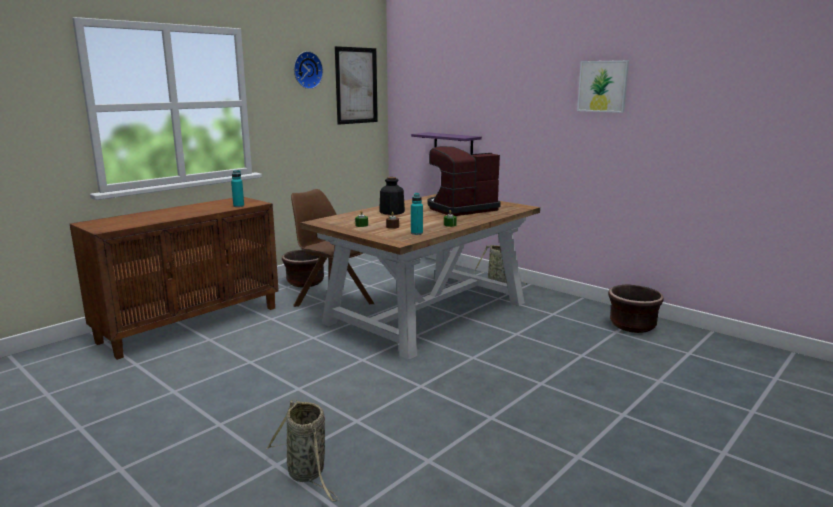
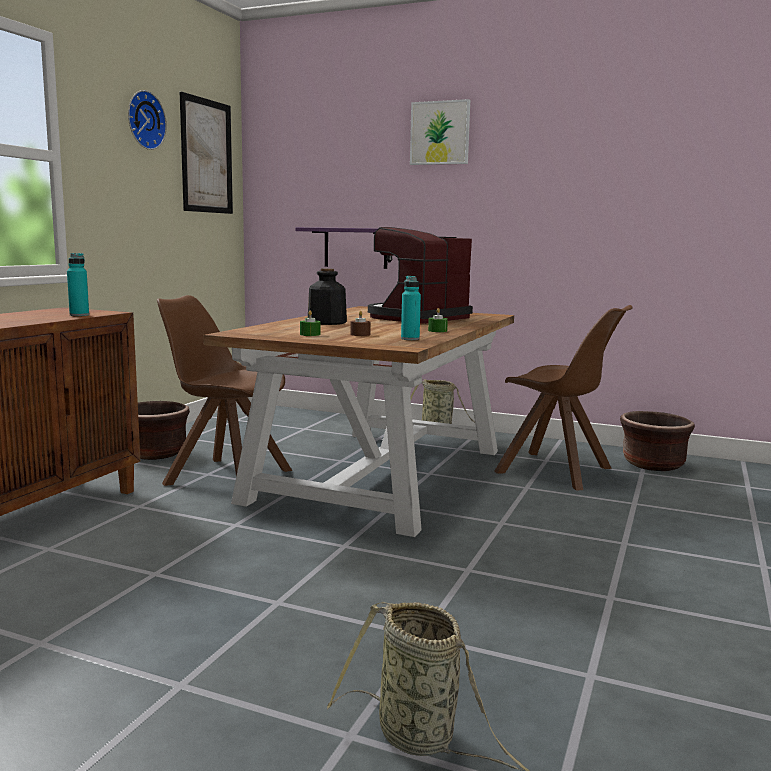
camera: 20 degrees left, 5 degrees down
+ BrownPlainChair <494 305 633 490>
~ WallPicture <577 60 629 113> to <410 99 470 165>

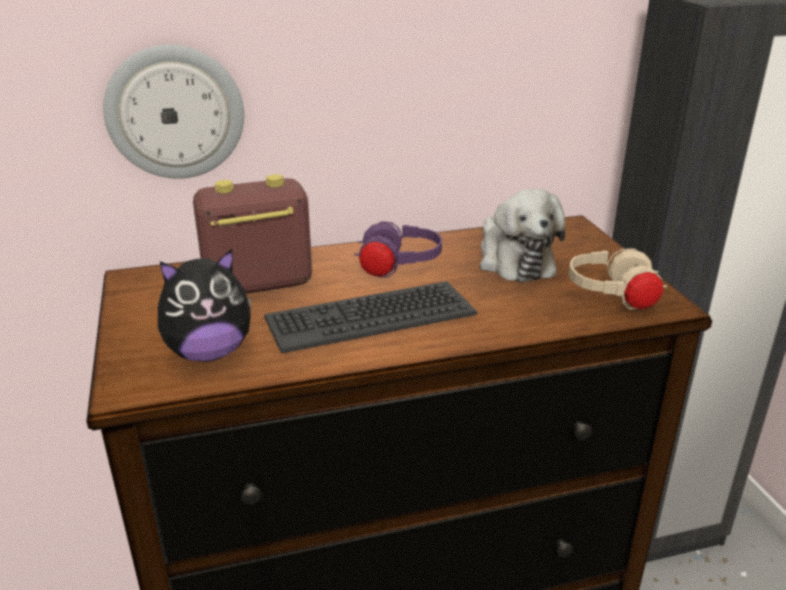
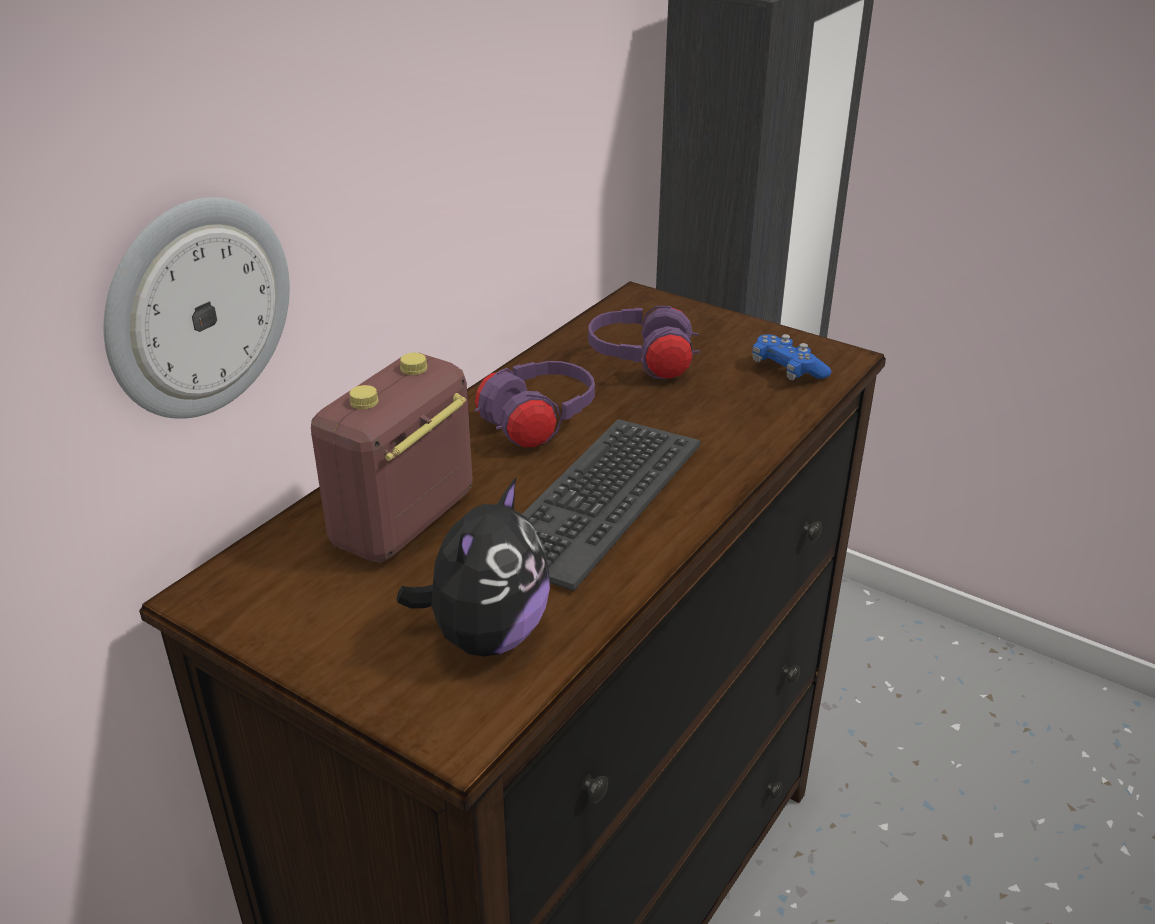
camera: 40 degrees left, 5 degrees up
~ PlushToy <480 189 565 282> to PurpleHeadset <588 306 700 379>
~ SandColouredHeadset <569 249 667 309> to BlueGamepad <752 334 831 380>

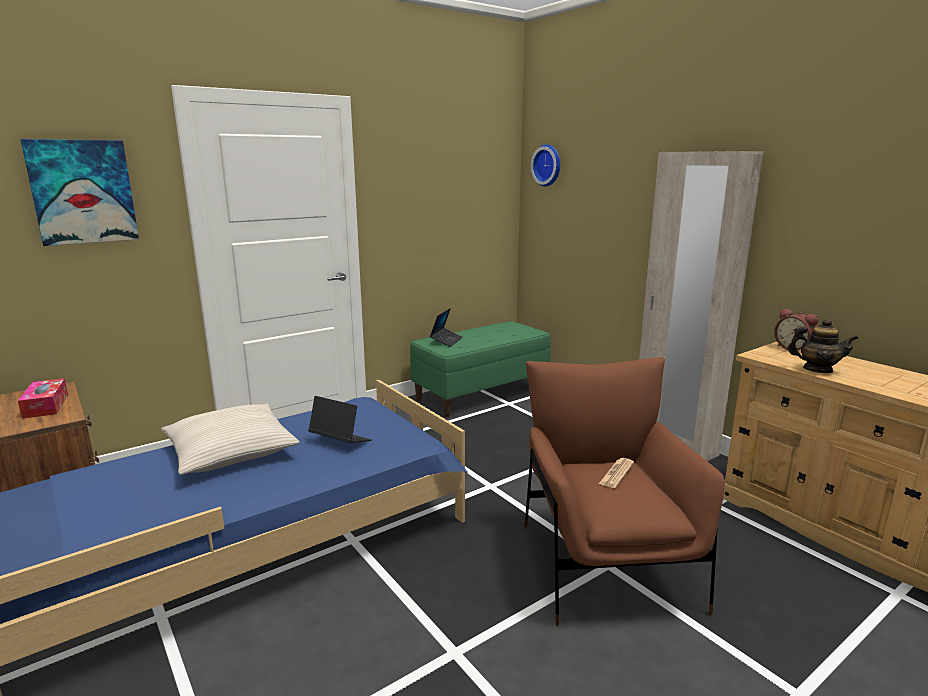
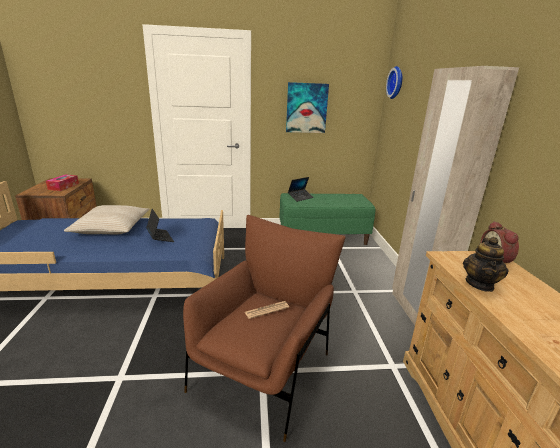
camera: 30 degrees right, 5 degrees up
~ WallPicture <20 139 139 246> to <286 82 329 133>
~ TeaPot <788 318 859 373> = <463 237 509 292> 60 degrees clockwise

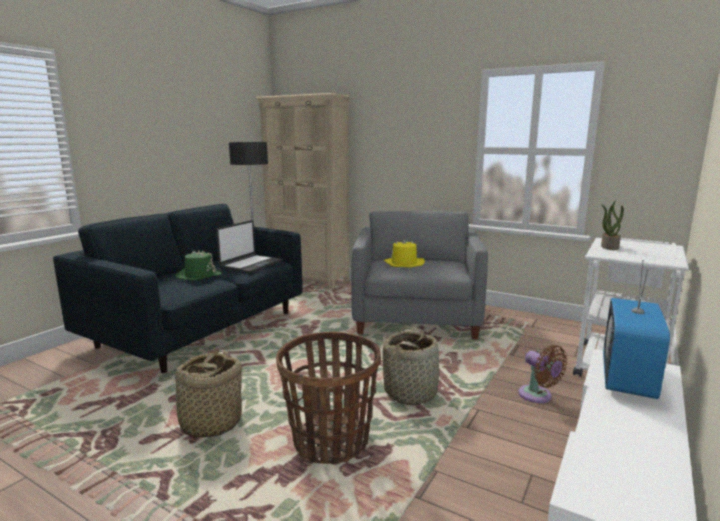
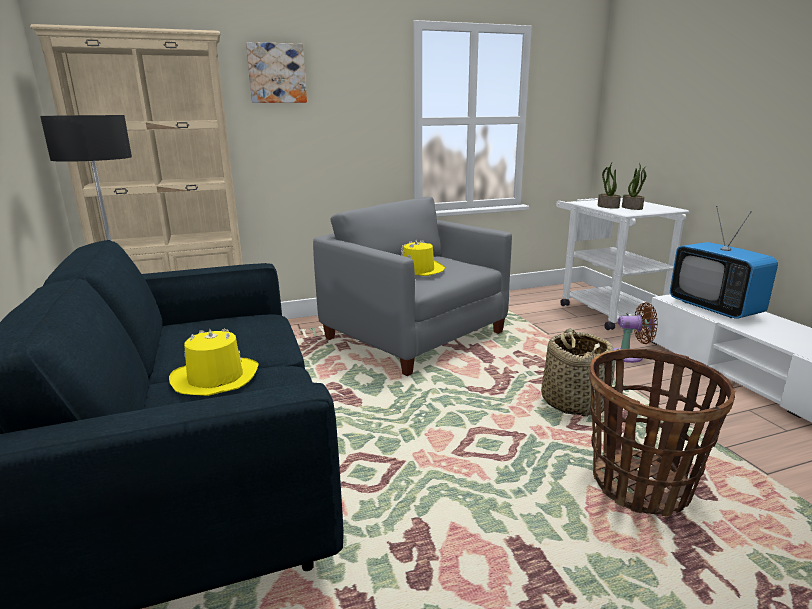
camera: 50 degrees left, 5 degrees up
- HouseholdBasket <163 350 245 438>
- NotebookComputer <216 220 283 273>
+ WallPicture <246 42 307 103>
+ PottedPlant <622 163 646 210>
~ GreenColouredHat <175 250 222 281> to YellowColouredHat <169 329 259 396>

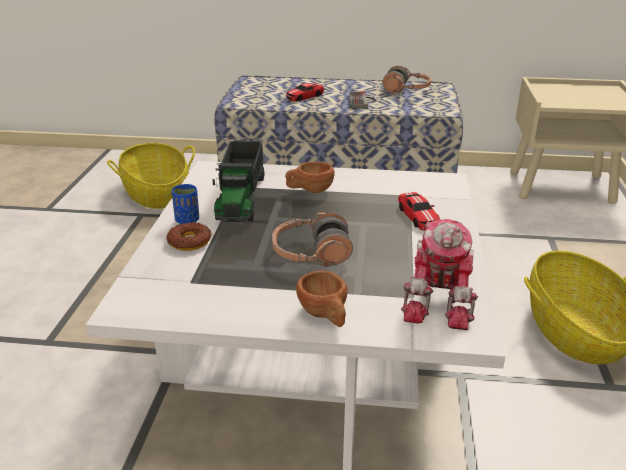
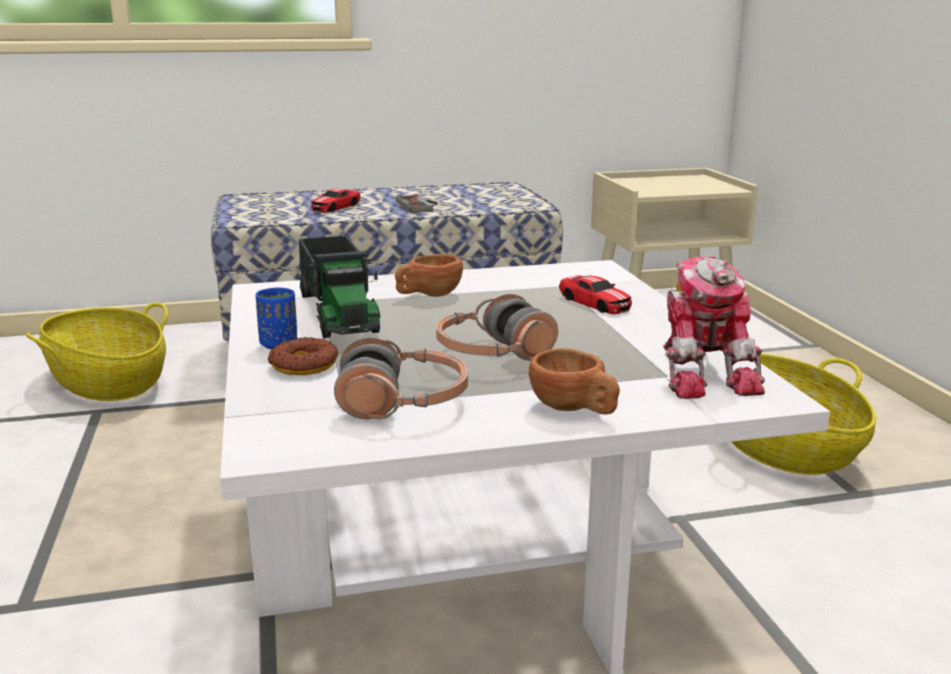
camera: 20 degrees left, 10 degrees down
~ Headset <382 66 431 93> to <334 338 468 419>

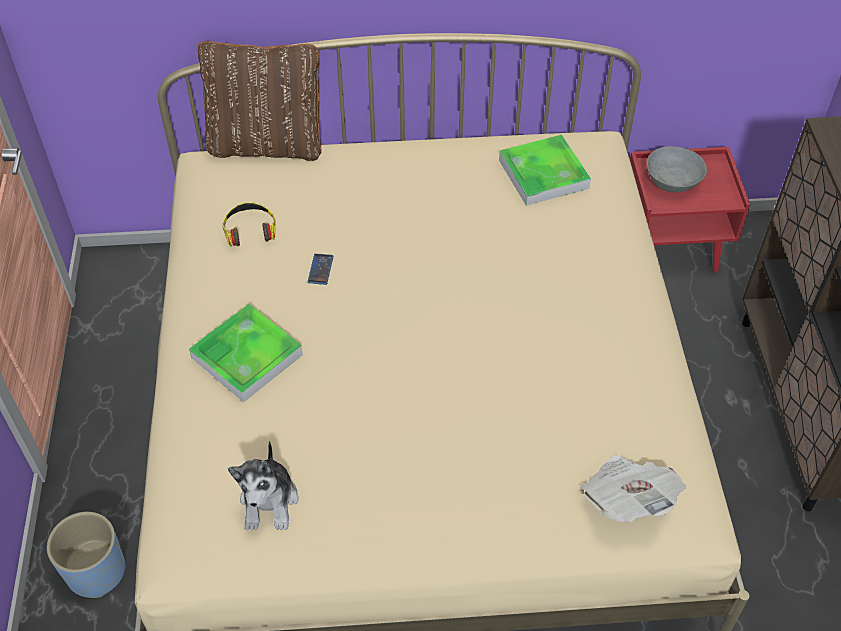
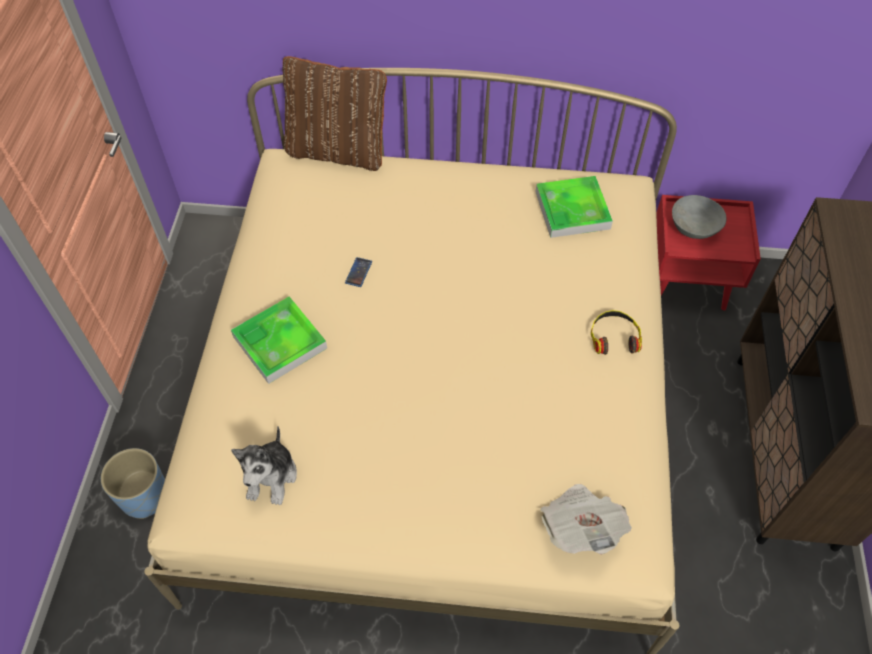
camera: 10 degrees right, 5 degrees up
~ Headset <222 202 276 246> to <591 310 642 355>

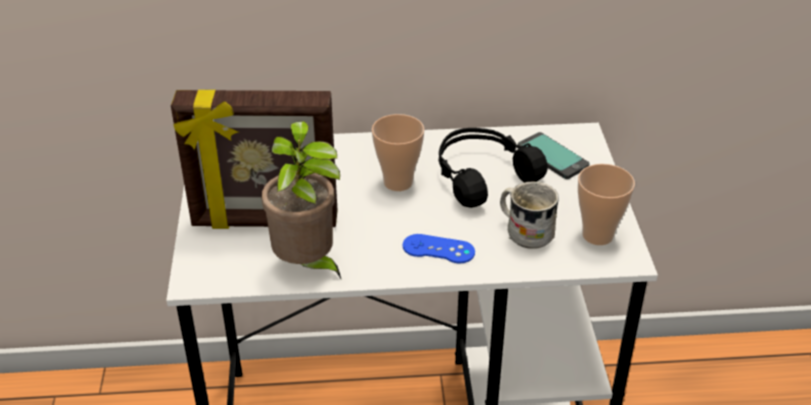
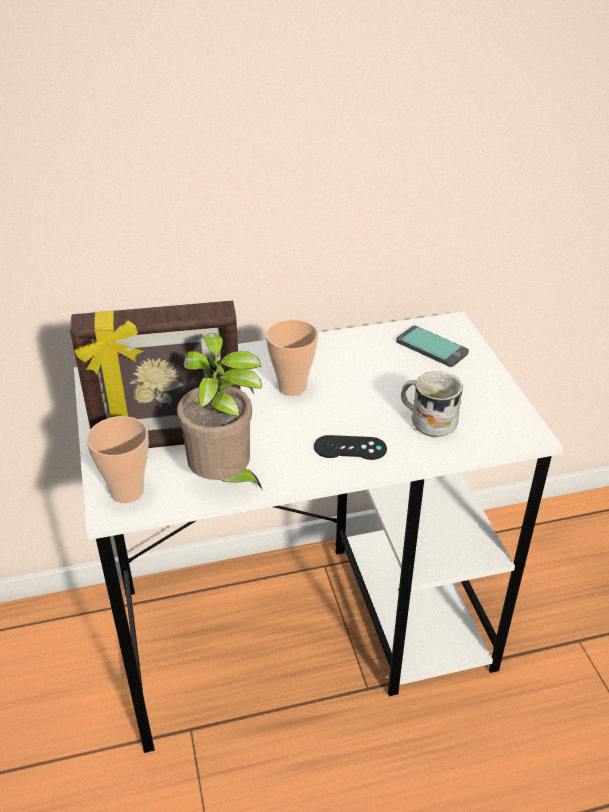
camera: 10 degrees left, 0 degrees up
- BlackishHeadset <439 128 548 208>
~ Cup <578 164 635 245> to <86 416 149 503>
~ BlueGamepad <403 234 475 263> to BlackishGamepad <314 435 387 460>

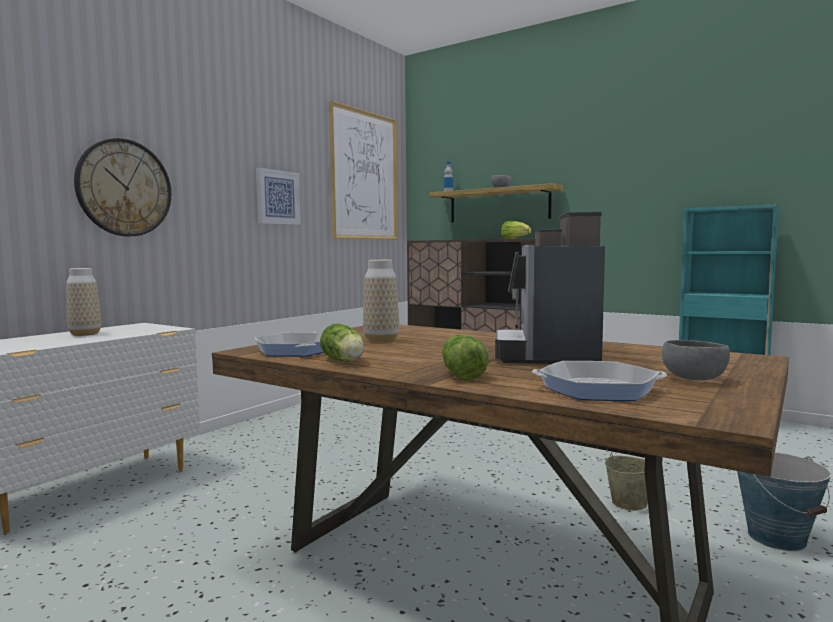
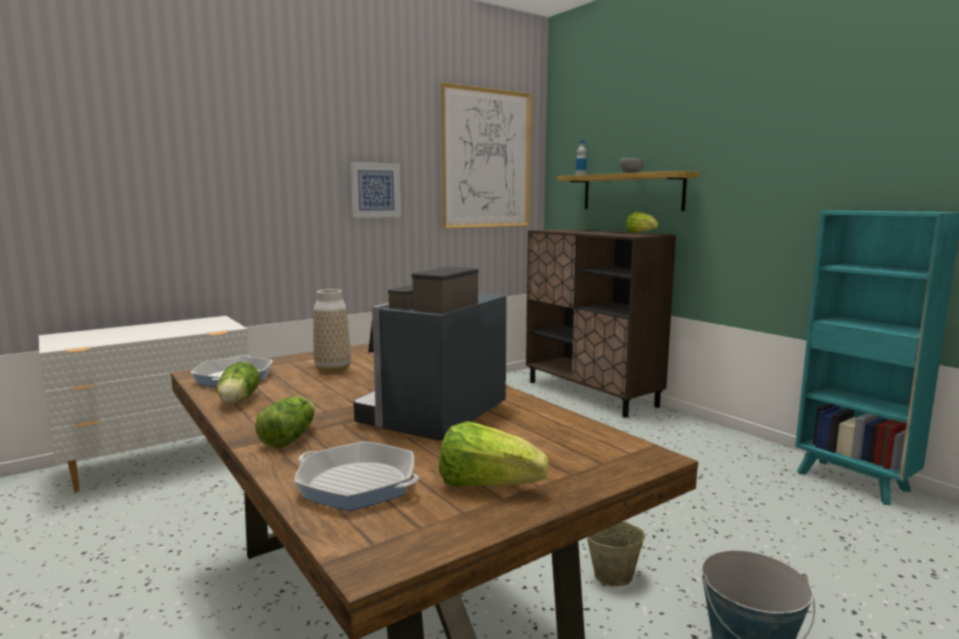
camera: 20 degrees right, 5 degrees up
- Vase <66 268 101 336>
- ClockOnTheWall <74 138 171 237>
~ GrayServingBowl <662 340 730 381> to Lettuce <439 421 549 487>

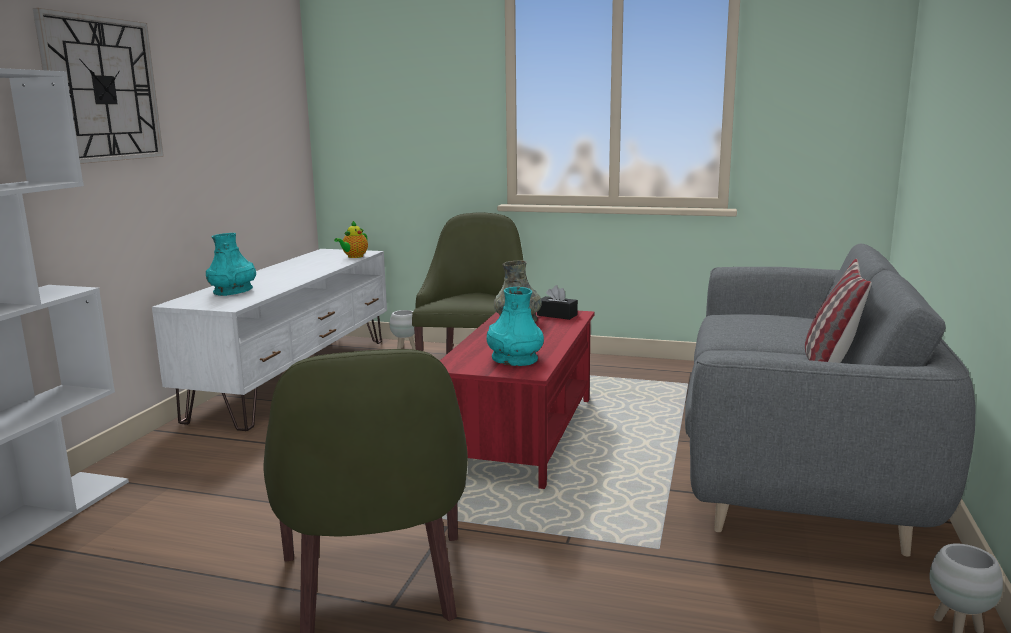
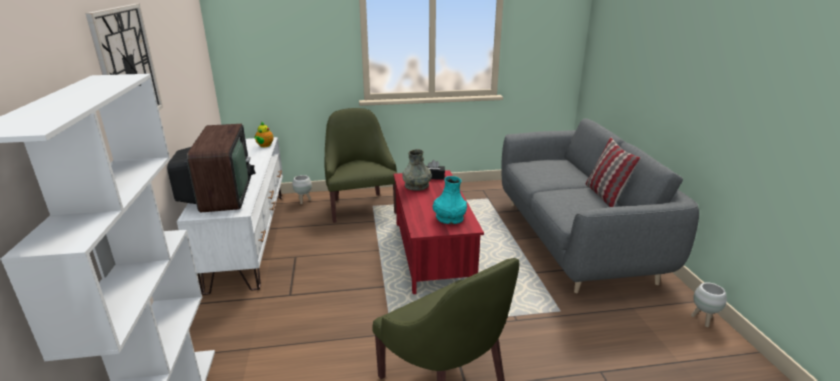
camera: 25 degrees left, 10 degrees up
~ TurquoiseColouredVase <206 233 256 296> to Television <167 124 256 213>

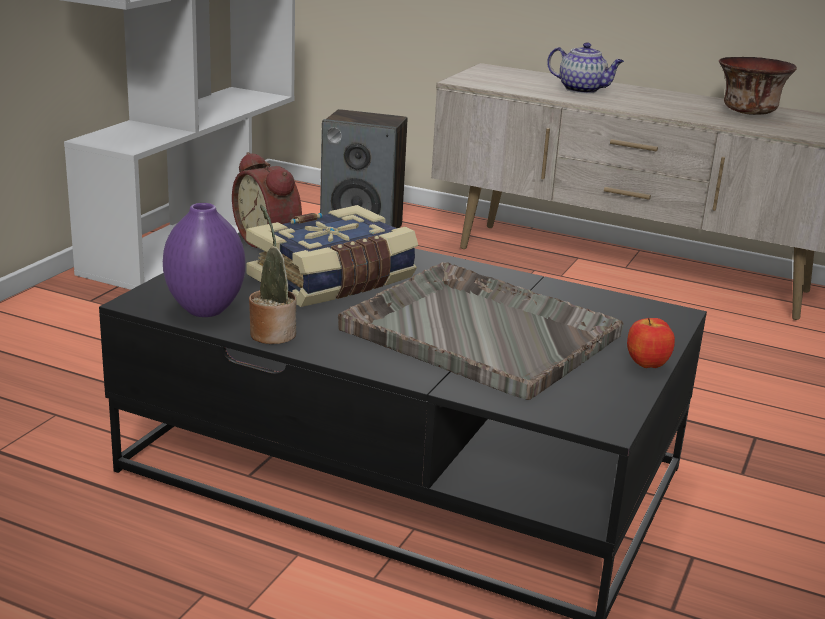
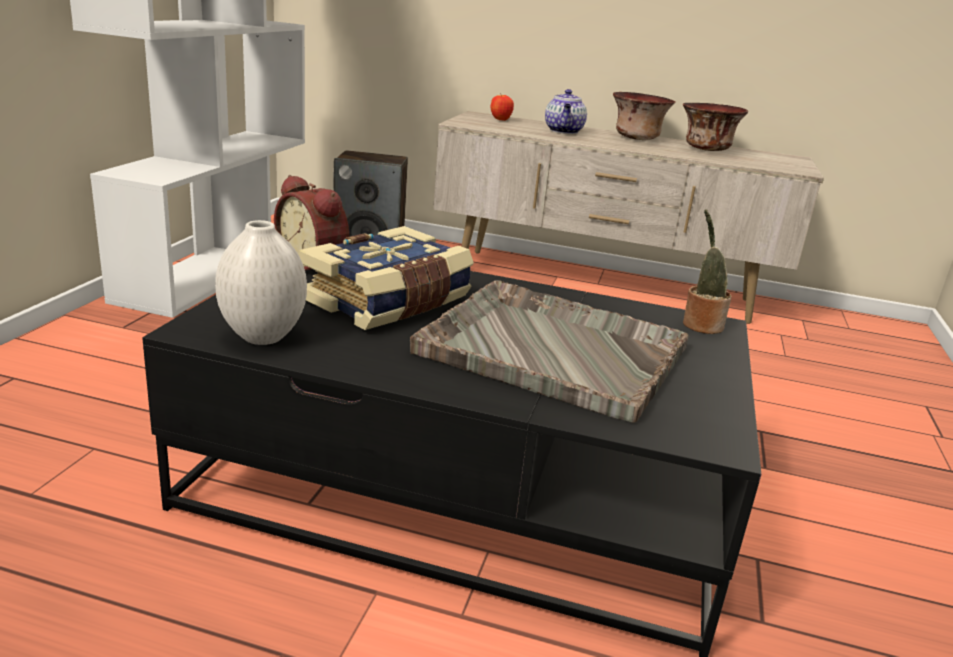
camera: 10 degrees left, 0 degrees up
+ ServingBowl <613 92 675 140>
~ PottedPlant <249 205 296 344> to <683 209 732 334>
~ WholeApple <627 318 675 368> to <491 93 514 121>
~ PurpleVase <163 203 245 317> to WhitishVase <215 220 307 345>
~ TeaPot <547 42 624 94> = <545 89 587 134> 75 degrees clockwise

